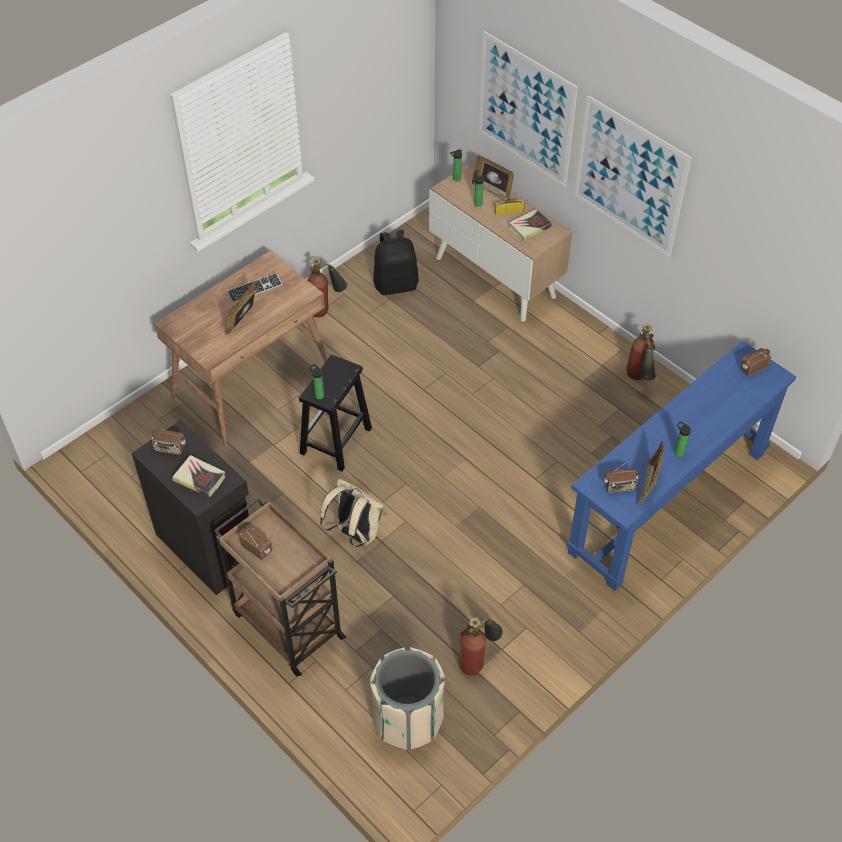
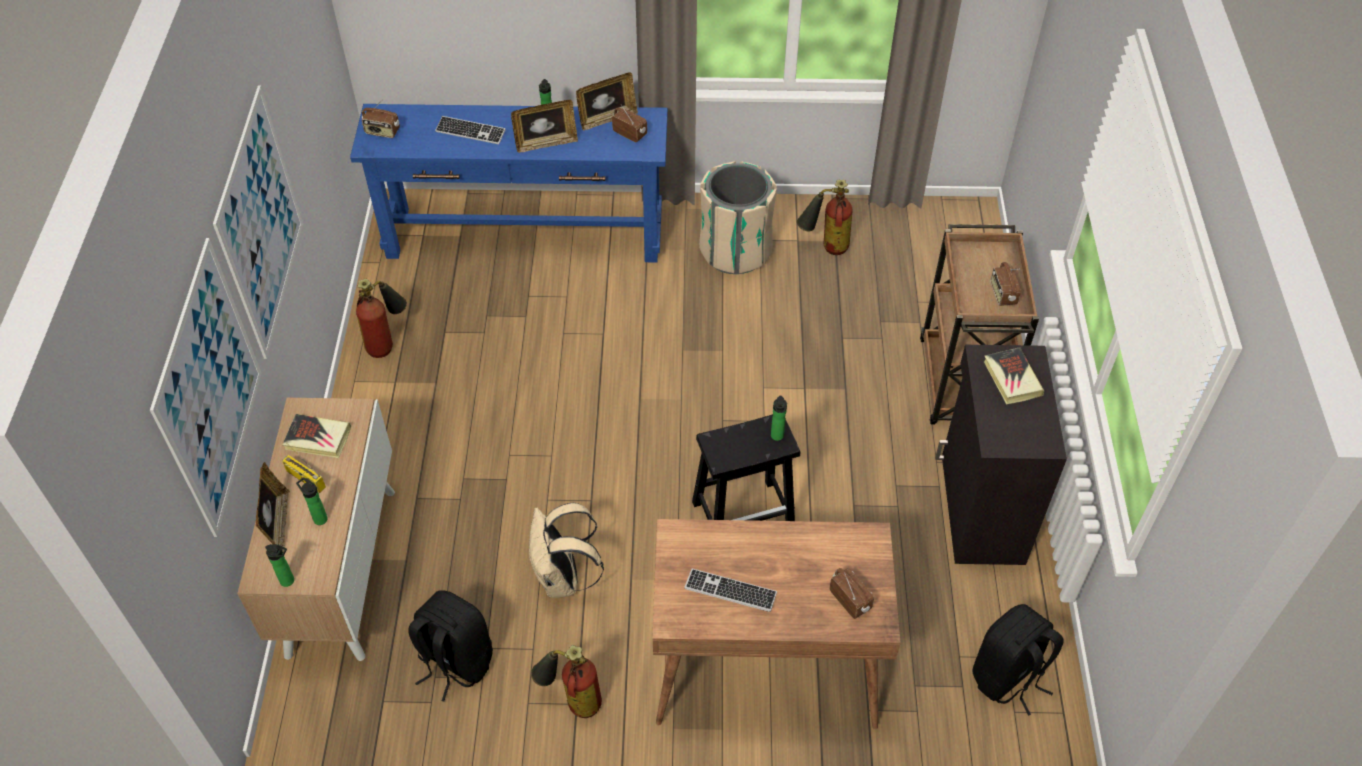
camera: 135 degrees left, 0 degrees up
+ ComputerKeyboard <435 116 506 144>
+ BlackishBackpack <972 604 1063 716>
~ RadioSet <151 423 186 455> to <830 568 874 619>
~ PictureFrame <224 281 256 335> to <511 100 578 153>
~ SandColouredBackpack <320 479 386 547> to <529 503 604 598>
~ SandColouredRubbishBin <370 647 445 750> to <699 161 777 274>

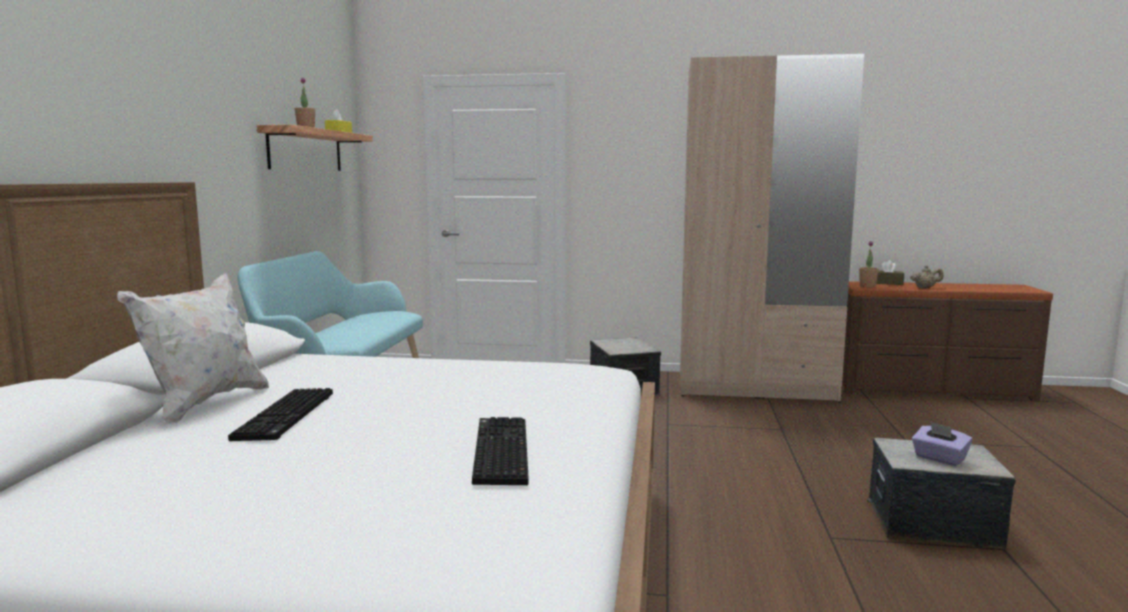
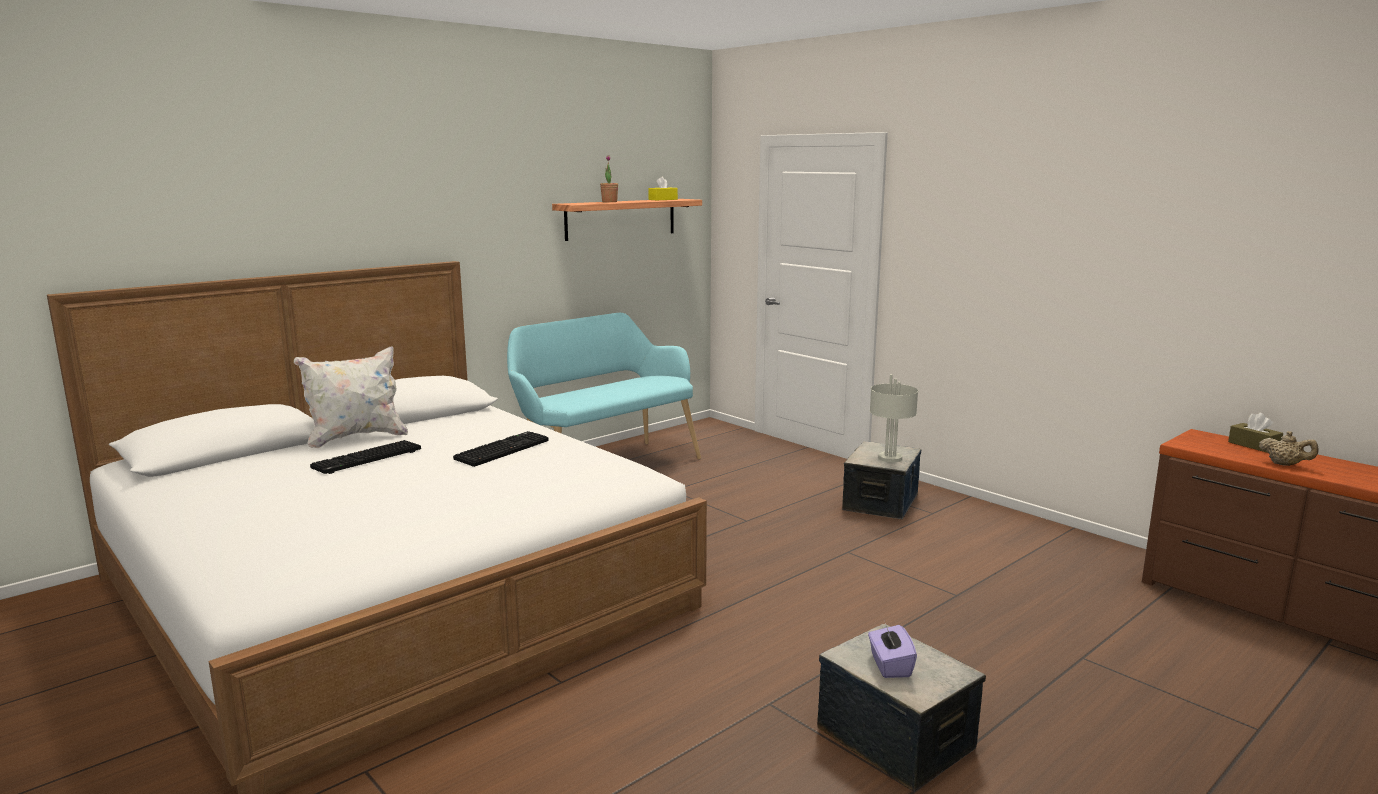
camera: 40 degrees right, 5 degrees up
- SandColouredWardrobe <680 54 864 403>
- PottedPlant <859 241 879 287>
+ GrayLampForATable <870 374 918 462>
~ ComputerKeyboard <472 417 529 485> to <453 431 549 467>

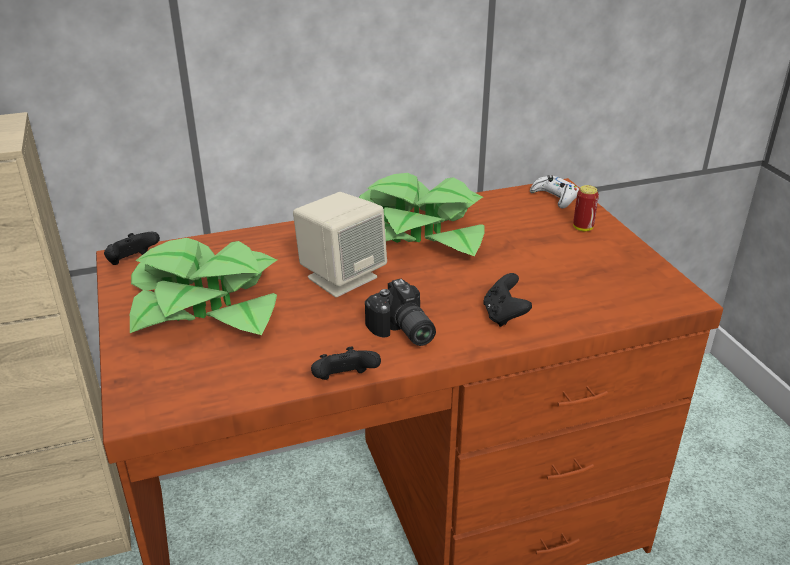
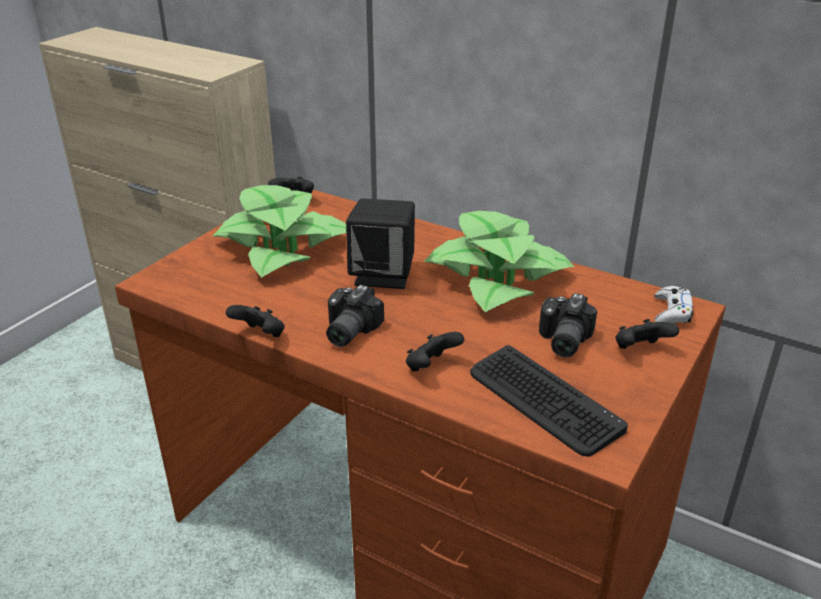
camera: 50 degrees right, 0 degrees up
+ ComputerKeyboard <470 345 628 457>
+ StillCamera <539 293 597 357>
~ MetalCan <573 185 599 231> to BlackishGamepad <615 319 679 349>
~ SandColouredSpeaker <293 192 387 297> to BlackishSpeaker <346 198 415 289>

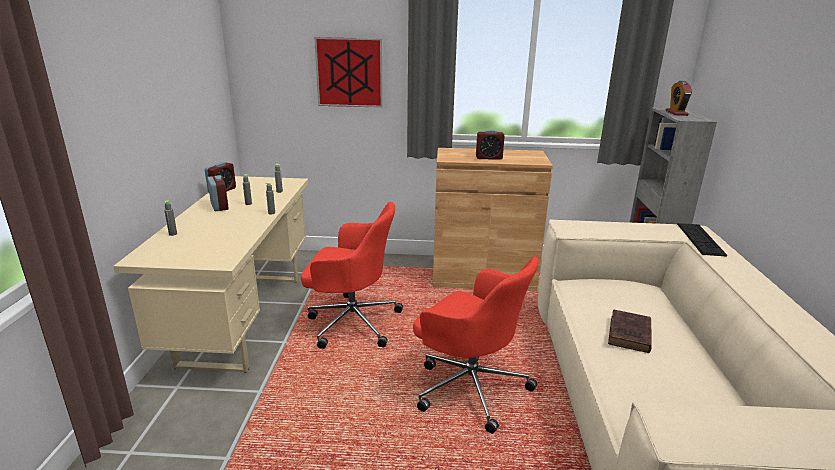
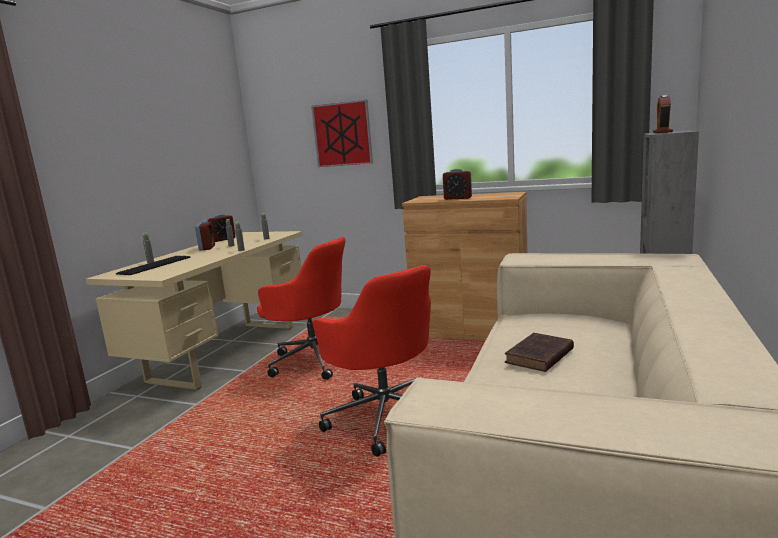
camera: 20 degrees right, 10 degrees down
~ ComputerKeyboard <677 223 727 257> to <116 256 191 275>

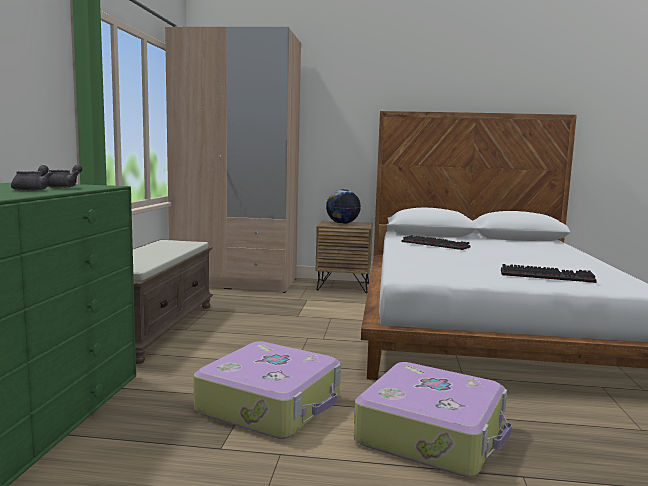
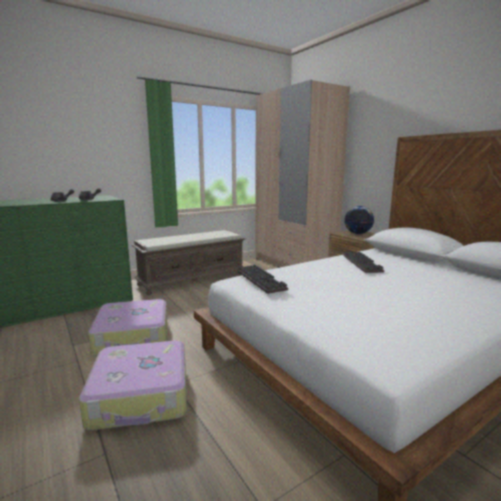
camera: 50 degrees right, 5 degrees up
~ ComputerKeyboard <501 264 597 283> to <237 265 288 294>

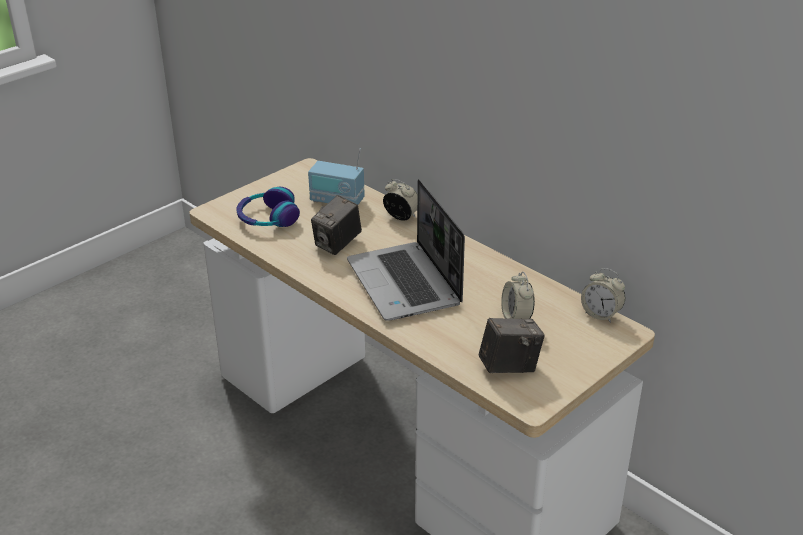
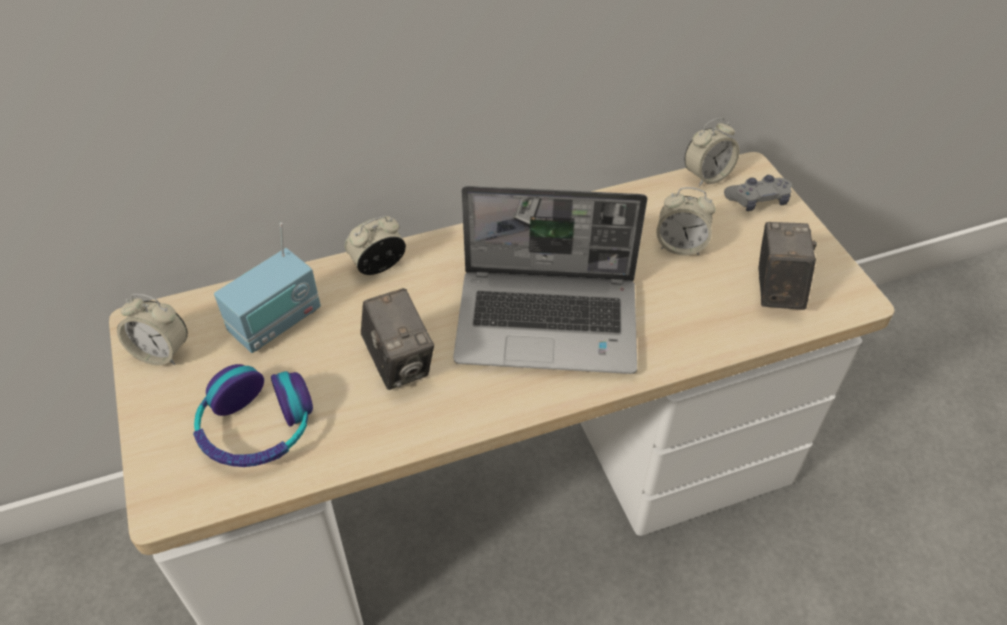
camera: 65 degrees left, 15 degrees up
+ BedsideClock <117 294 188 365>
+ GrayGamepad <724 175 792 211>

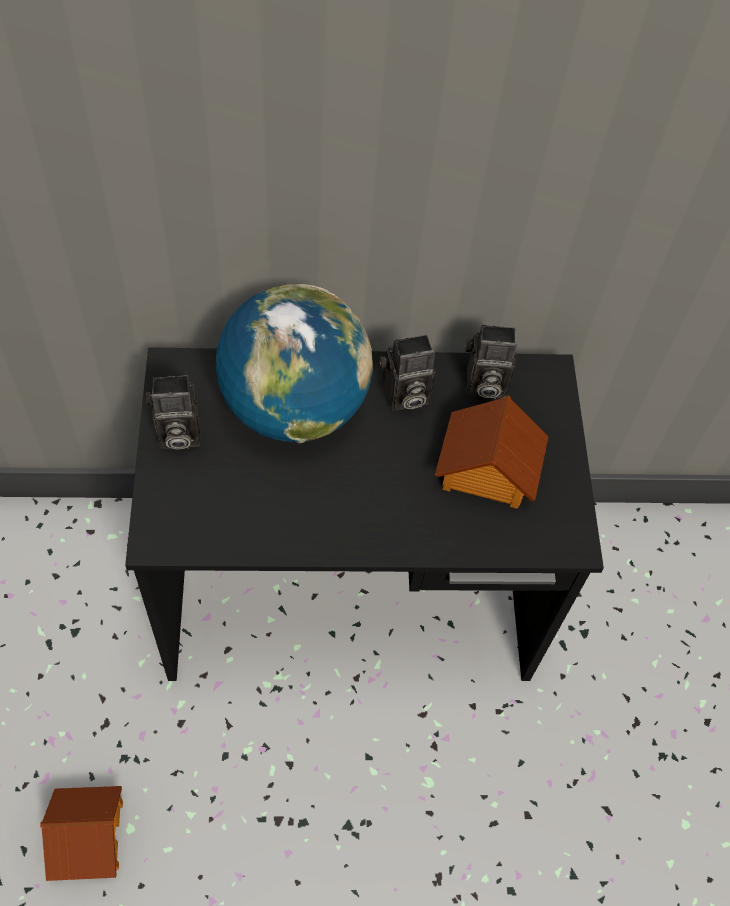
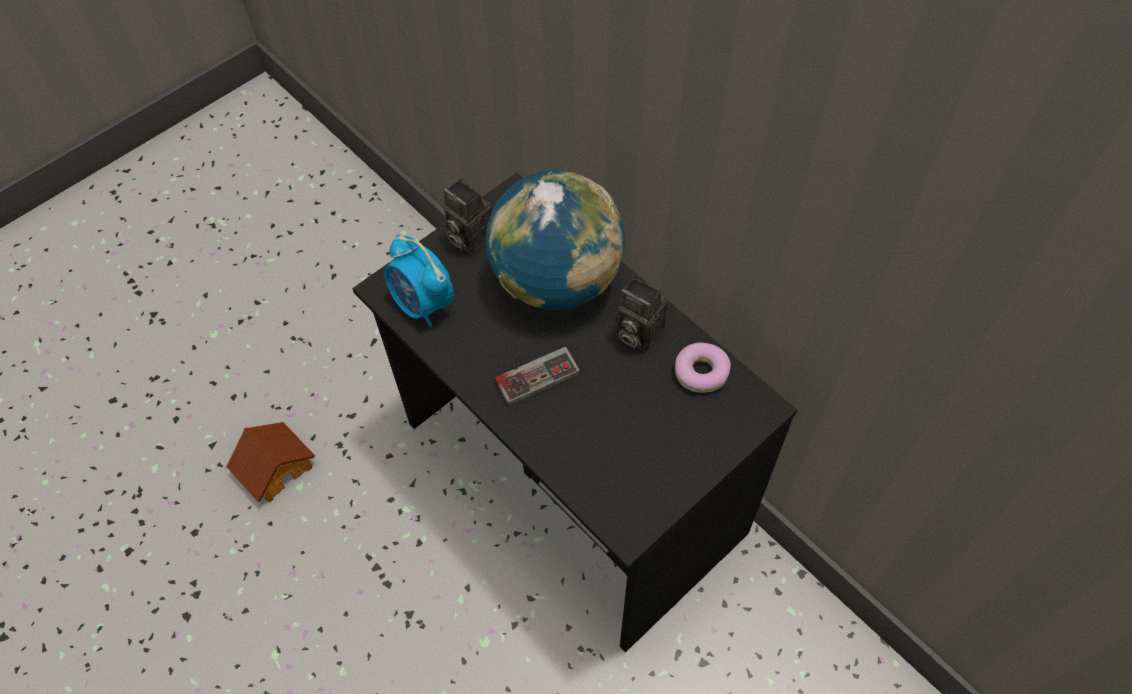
camera: 55 degrees right, 0 degrees up
- ModelHouse <435 396 549 509>
+ BedsideClock <385 234 453 327>
+ Gamepad <495 347 580 406>
~ StillCamera <465 325 517 399> to Doughnut <675 343 731 393>

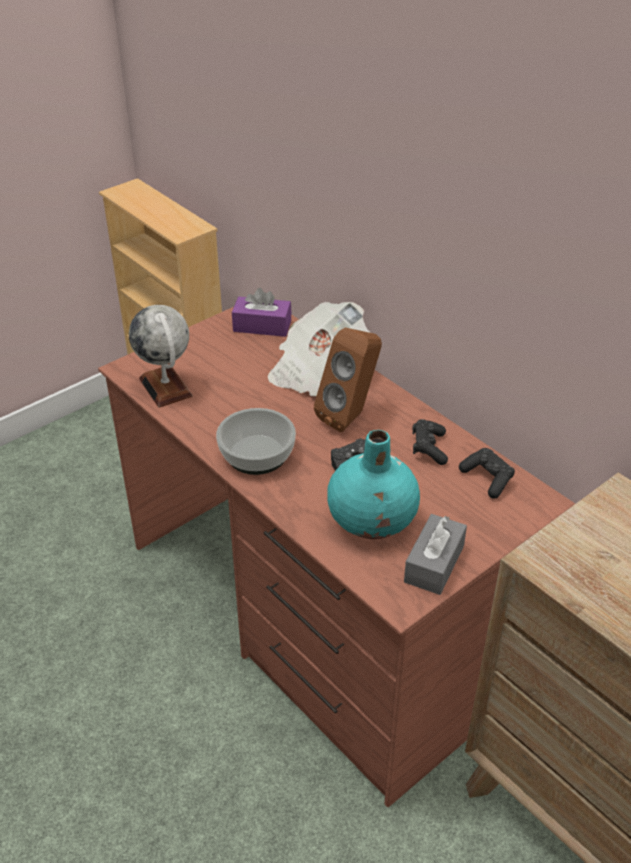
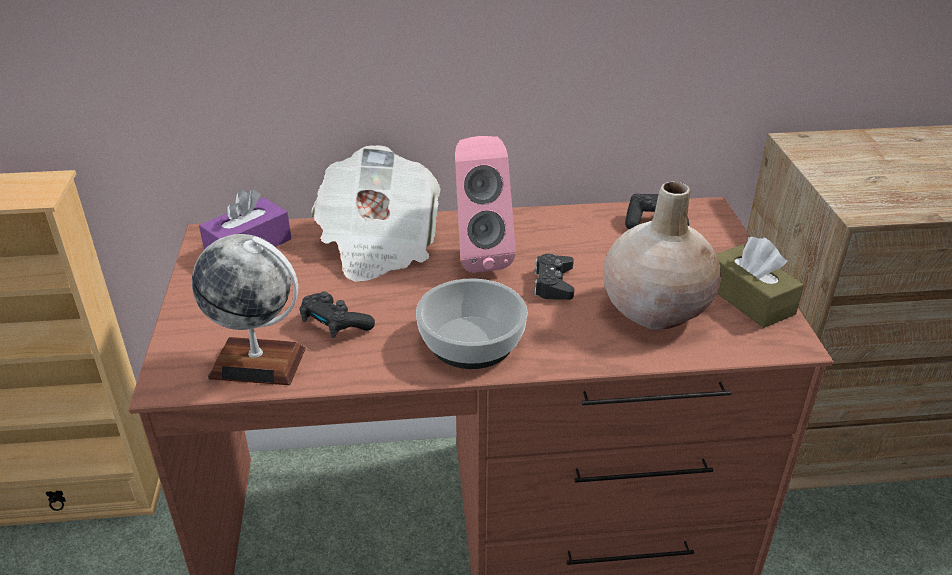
camera: 55 degrees left, 5 degrees down
~ BlackishGamepad <412 419 448 465> to <300 291 375 338>
~ BrownSpeaker <314 327 382 432> to PinkSpeaker <455 136 516 273>
~ TurquoiseColouredVase <327 430 420 539> to SandColouredVase <603 182 721 329>
~ GrayTissueBox <404 514 467 595> to BrownTissueBox <716 237 804 328>

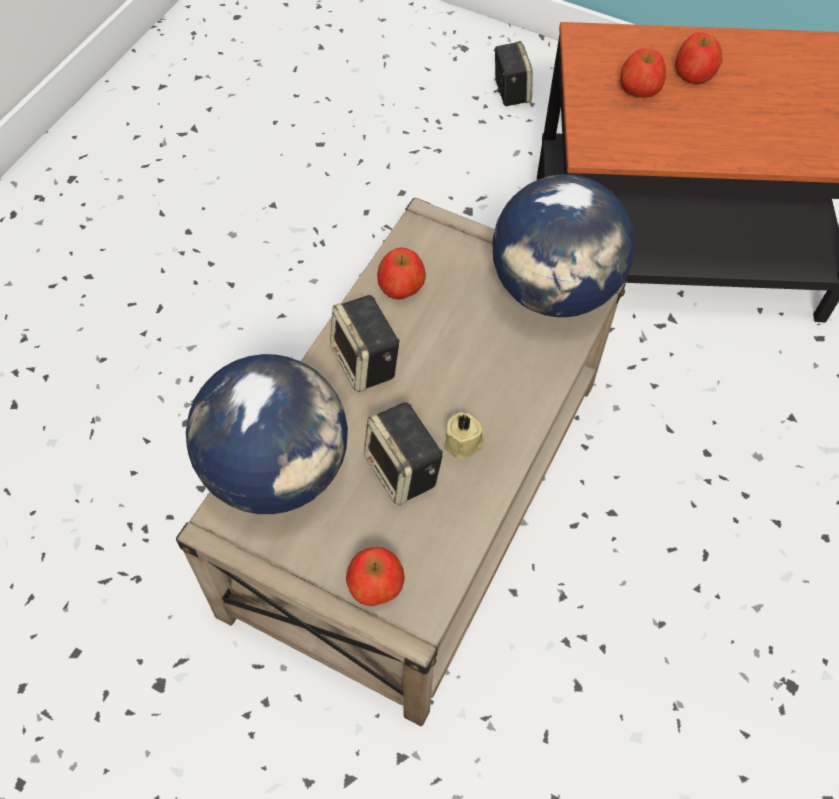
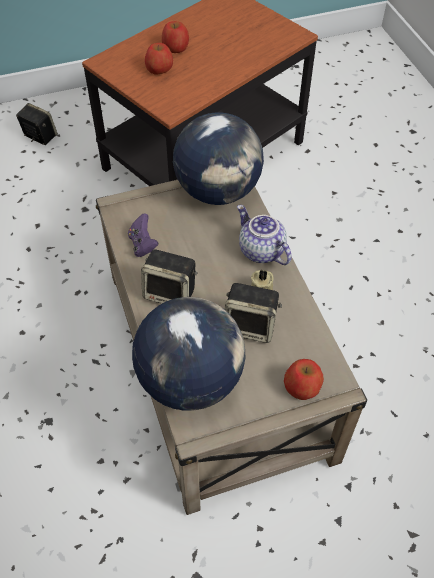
camera: 45 degrees left, 5 degrees down
+ TeaPot <237 205 292 265>
~ WholeApple <377 247 426 300> to PurpleGamepad <128 213 159 257>

